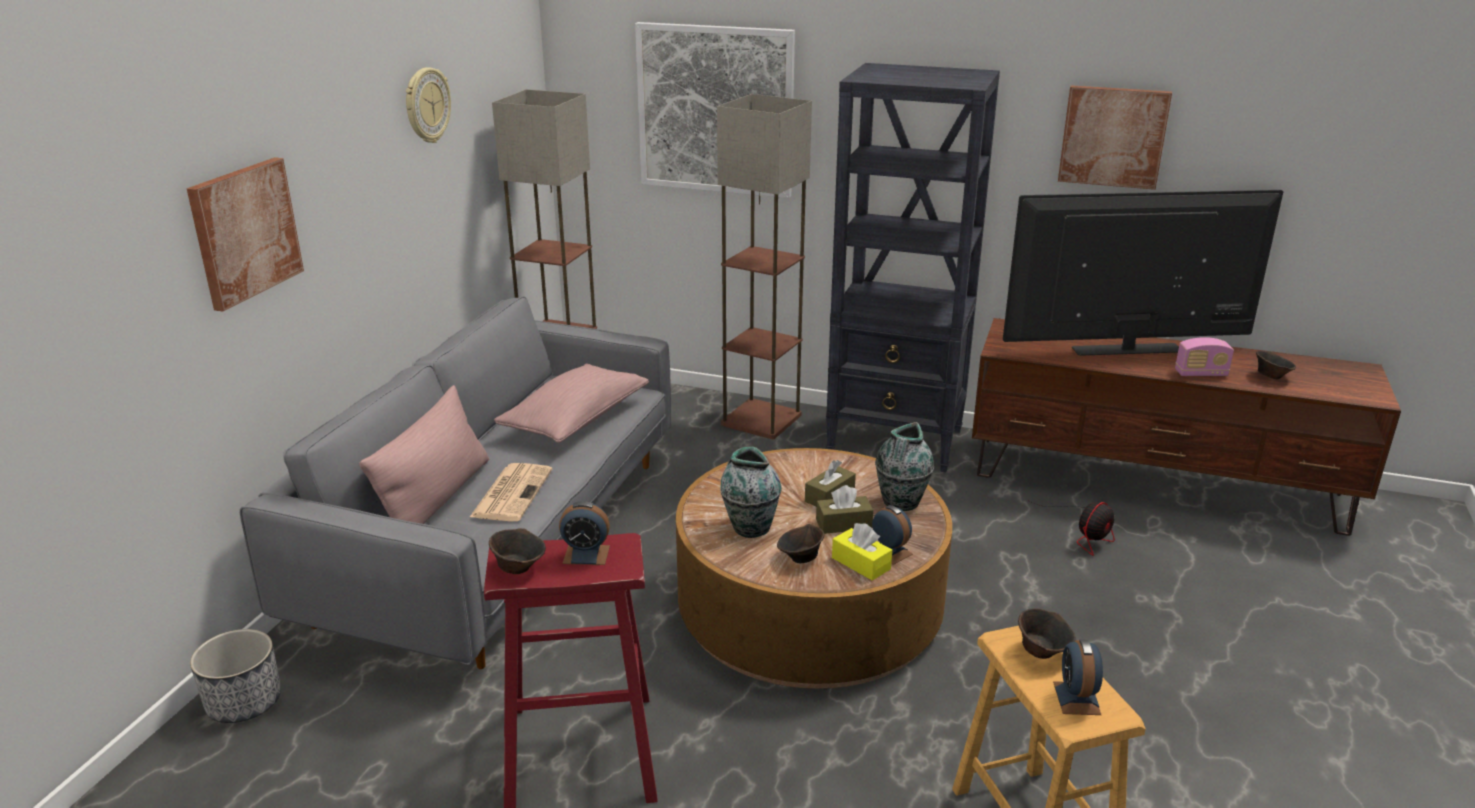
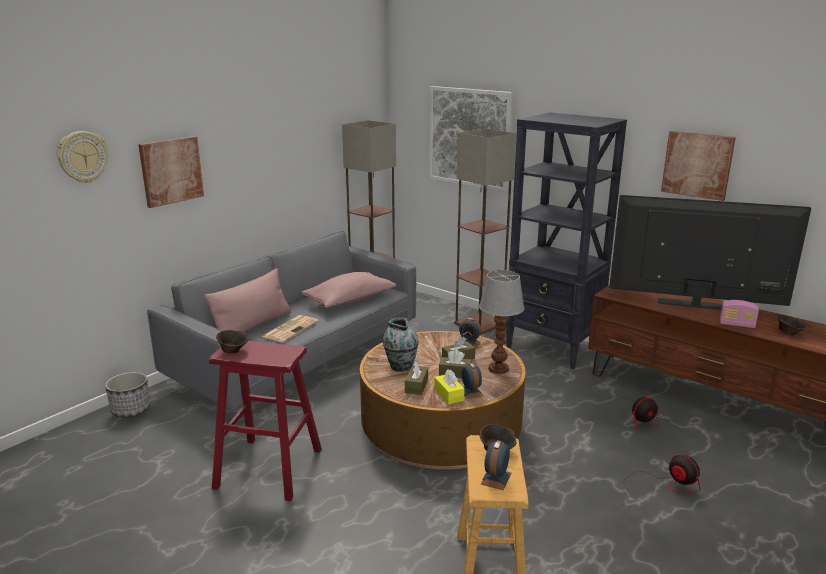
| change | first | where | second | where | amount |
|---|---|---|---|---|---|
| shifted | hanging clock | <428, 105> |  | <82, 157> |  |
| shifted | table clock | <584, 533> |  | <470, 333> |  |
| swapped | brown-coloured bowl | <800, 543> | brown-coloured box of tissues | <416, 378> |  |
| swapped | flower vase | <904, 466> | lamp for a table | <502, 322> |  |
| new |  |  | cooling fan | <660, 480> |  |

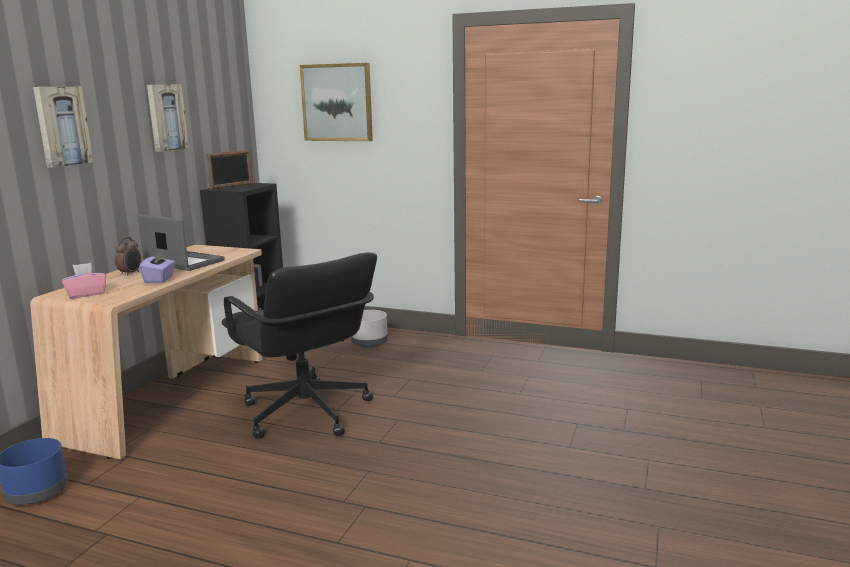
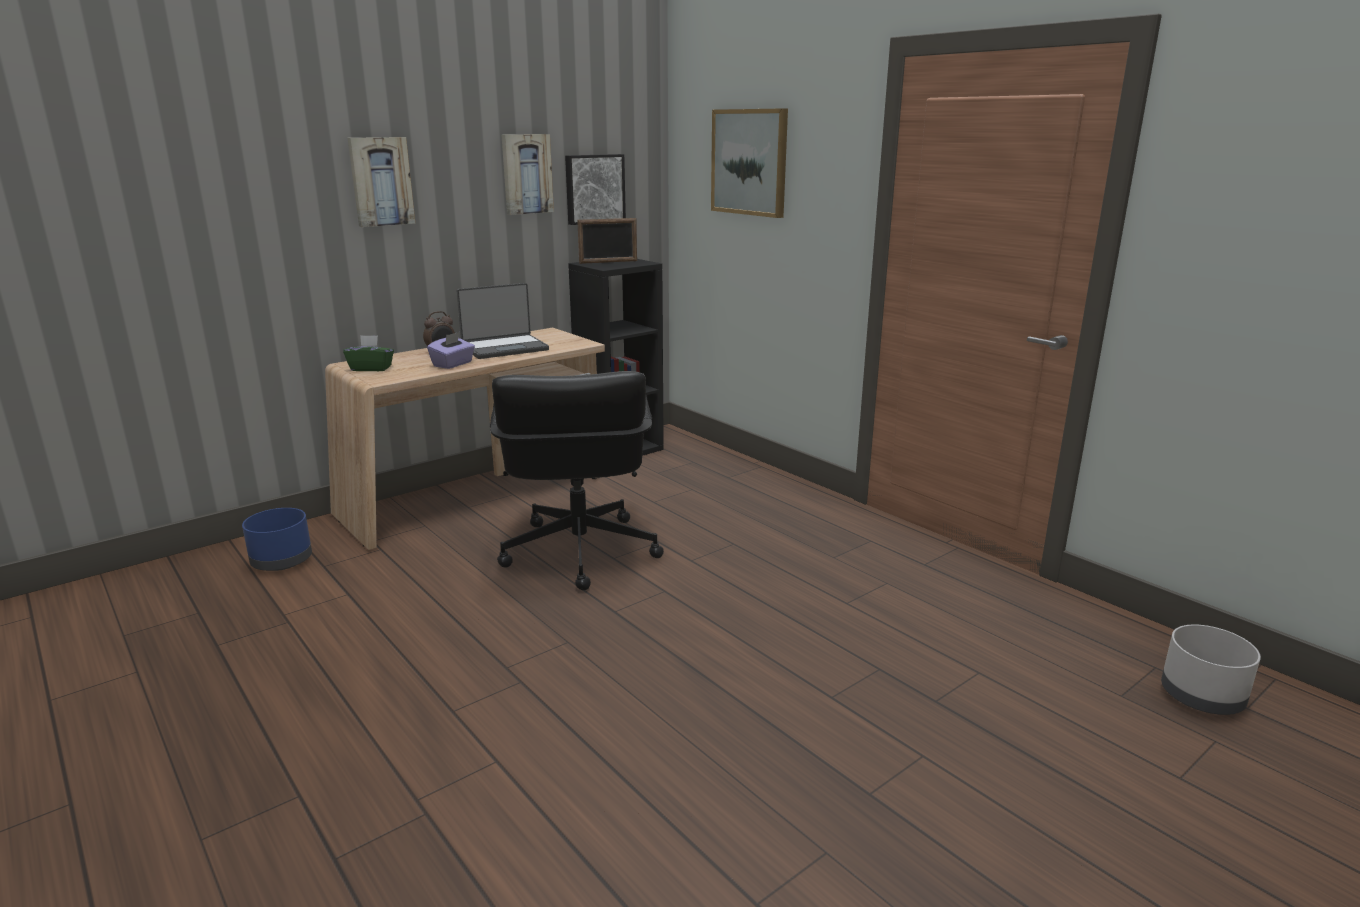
| change | first | where | second | where | amount |
|---|---|---|---|---|---|
| repainted | pink box of tissues | <84, 280> | greenish box of tissues | <368, 353> |  |
| rotated | portable computer | <181, 242> |  | <503, 321> | 90 degrees clockwise |
| shifted | grey plant pot | <369, 329> |  | <1211, 670> |  |
| new |  |  | wall picture | <595, 189> |  |

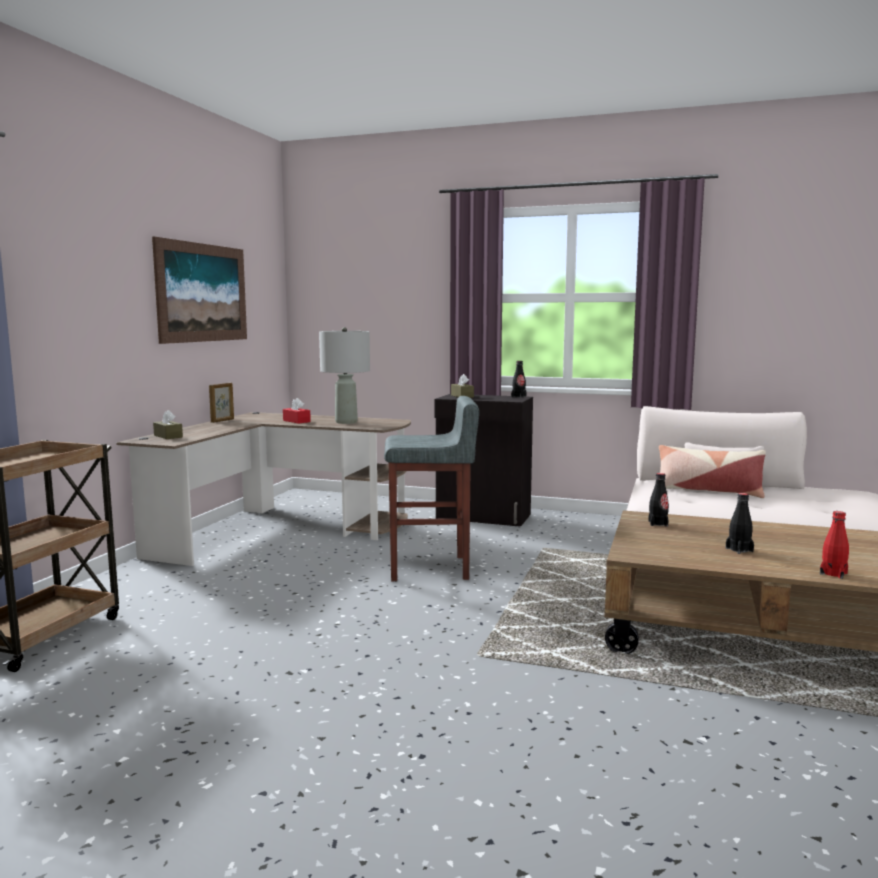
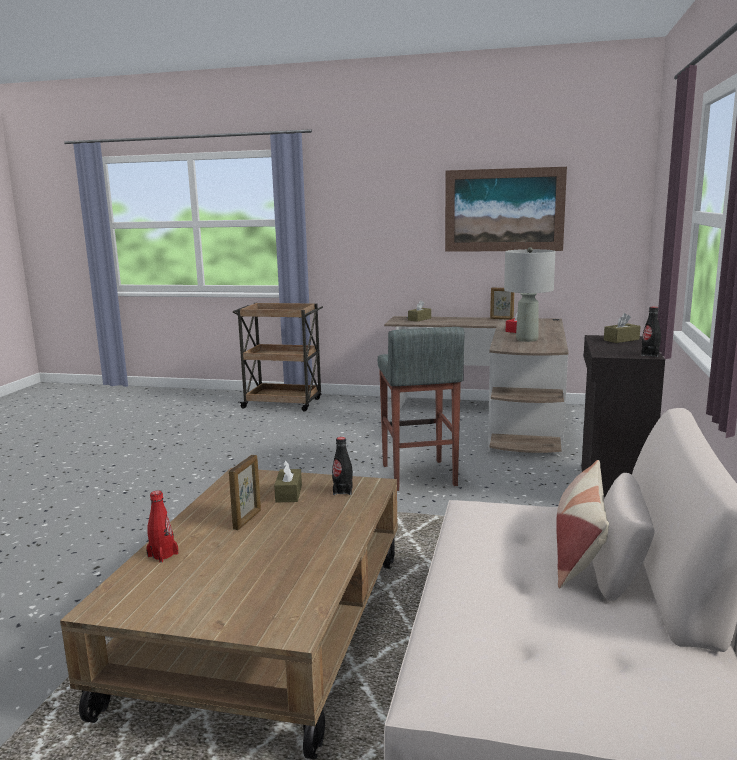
| change | first | where | second | where | amount |
|---|---|---|---|---|---|
| swapped | black-coloured beverage bottle | <740, 523> | picture frame | <245, 492> |  |
| new |  |  | brown-coloured box of tissues | <288, 481> |  |

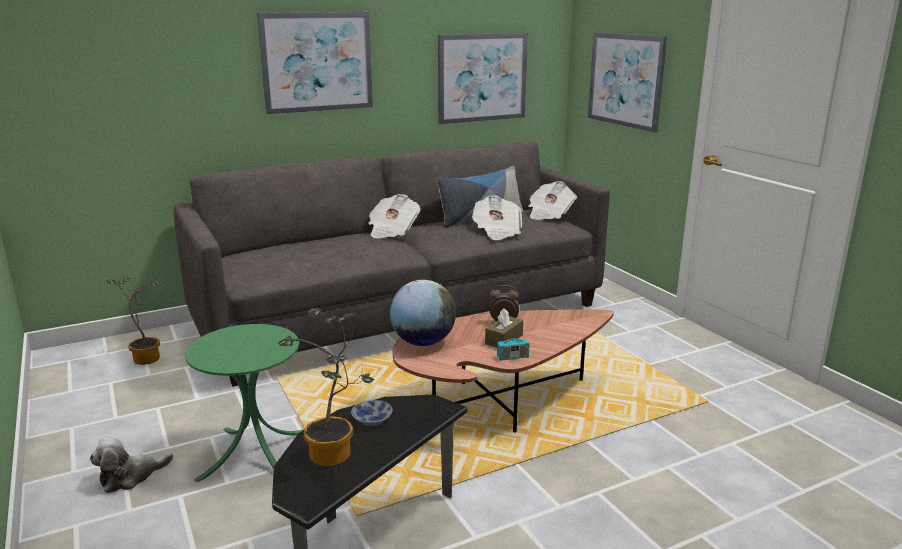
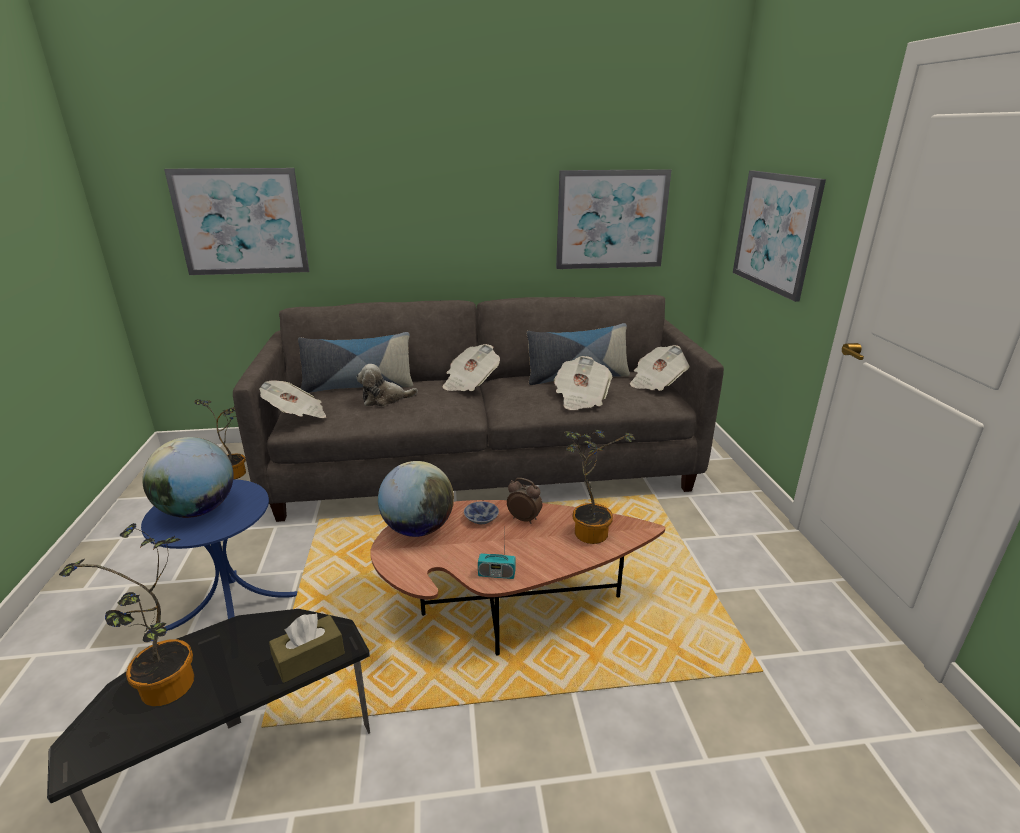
| change | first | where | second | where | amount |
|---|---|---|---|---|---|
| shifted | soft toy | <131, 465> |  | <387, 385> |  |
| repainted | greenish end table | <244, 403> | bluish end table | <219, 555> |  |
| shifted | wall picture | <315, 63> |  | <236, 221> |  |
| shifted | bowl | <371, 413> |  | <481, 512> |  |
| shifted | brown-coloured box of tissues | <504, 328> |  | <307, 648> |  |
| new |  |  | world globe | <188, 477> |  |
| new |  |  | newspaper | <292, 399> |  |
| new |  |  | throw pillow | <355, 362> |  |
| new |  |  | potted plant | <599, 486> |  |

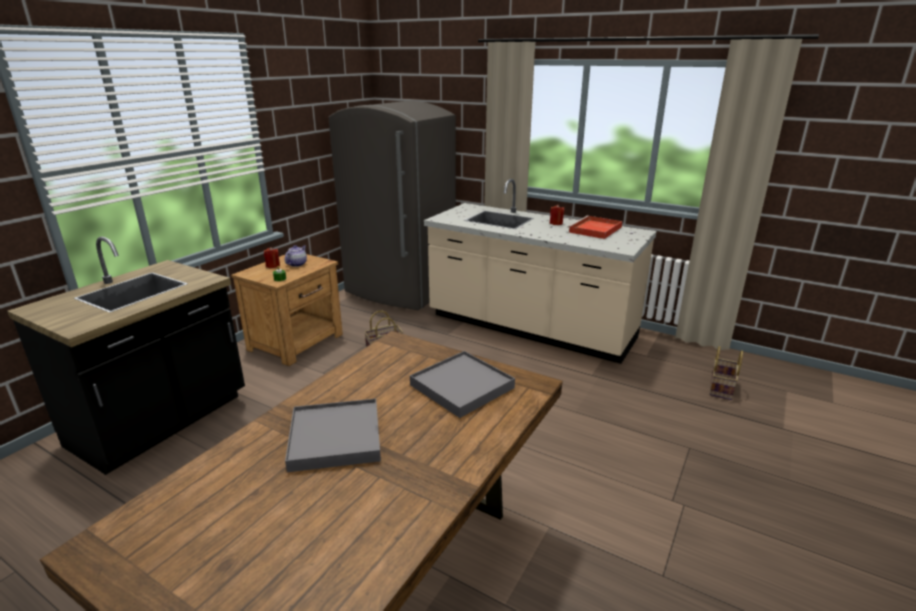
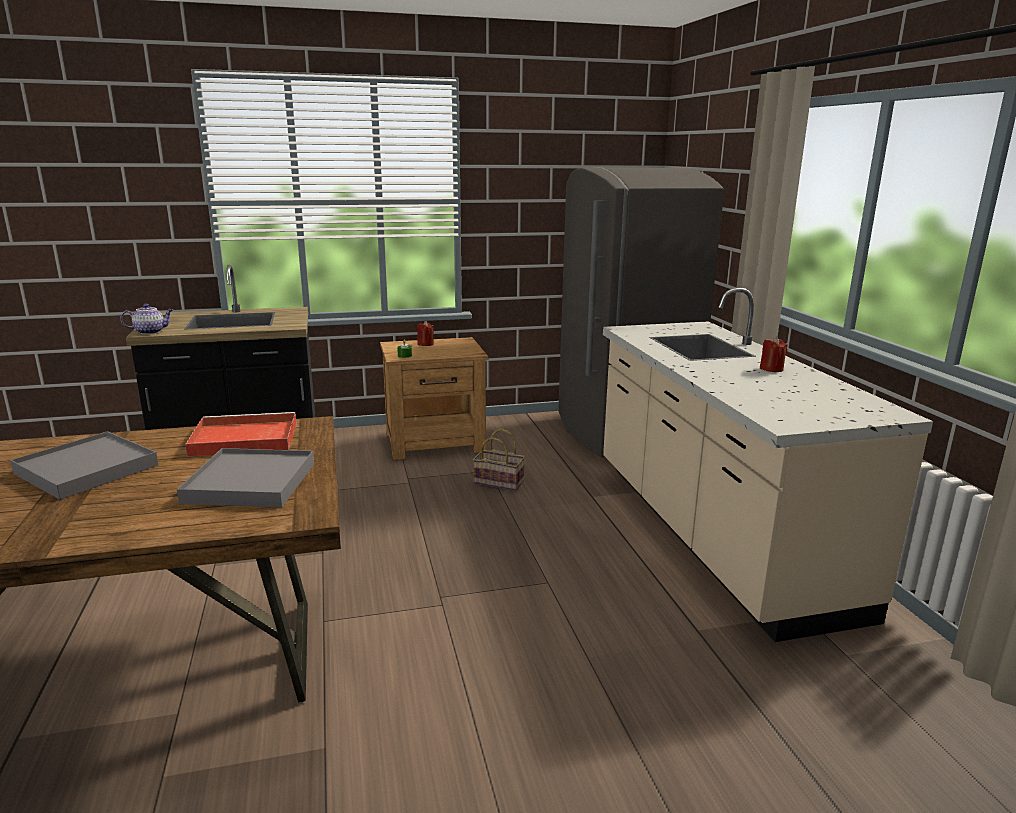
| change | first | where | second | where | amount |
|---|---|---|---|---|---|
| shifted | teapot | <296, 256> |  | <146, 319> |  |
| shifted | red tray | <595, 227> |  | <241, 434> |  |
| gone | household basket | <726, 373> |  |  |  |

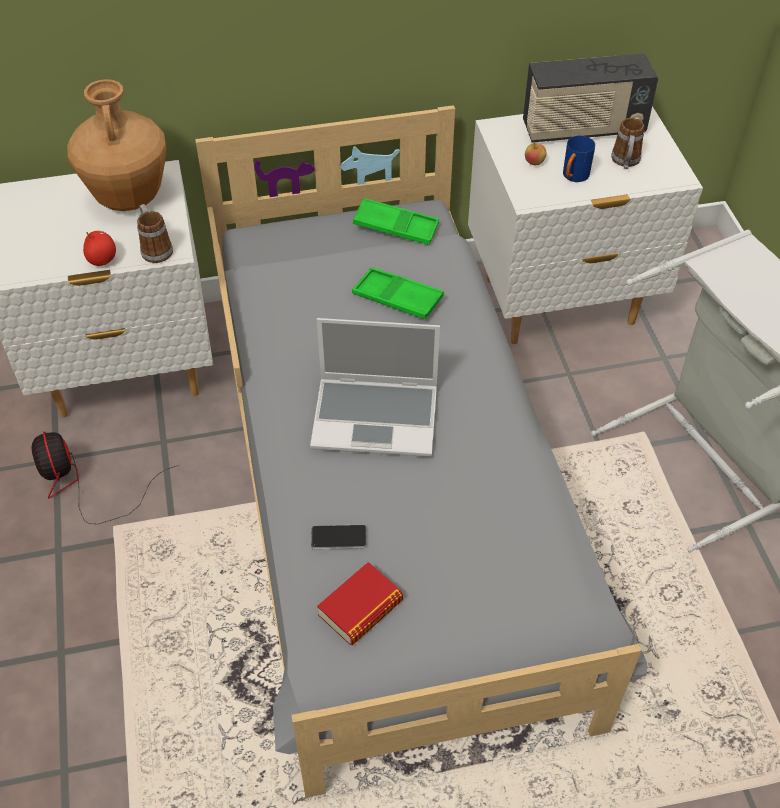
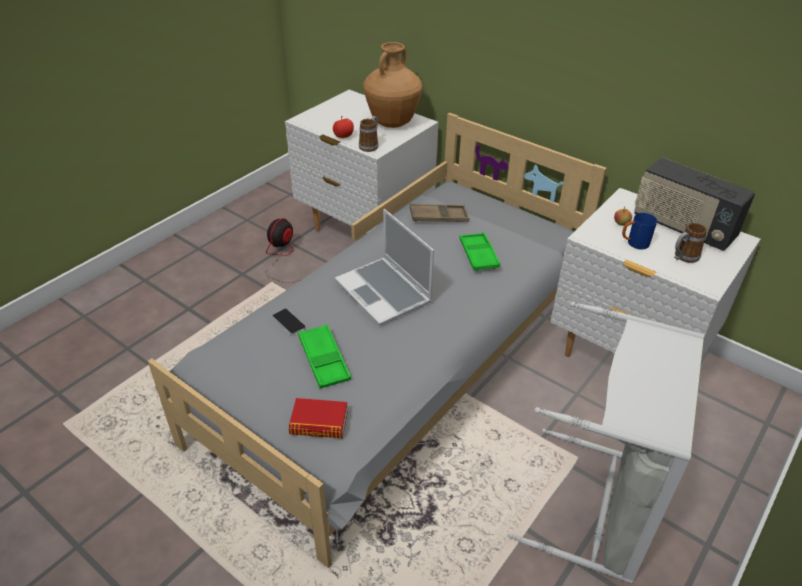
| change | first | where | second | where | amount |
|---|---|---|---|---|---|
| shifted | volume | <360, 604> |  | <318, 418> |  |
| shifted | greenish tray | <396, 221> |  | <324, 357> |  |
| new |  |  | brown-coloured tray | <439, 213> |  |

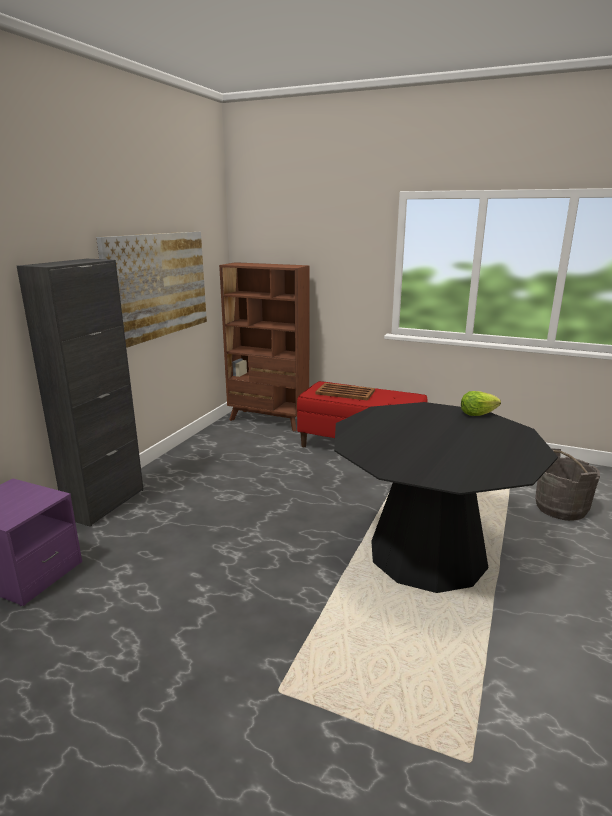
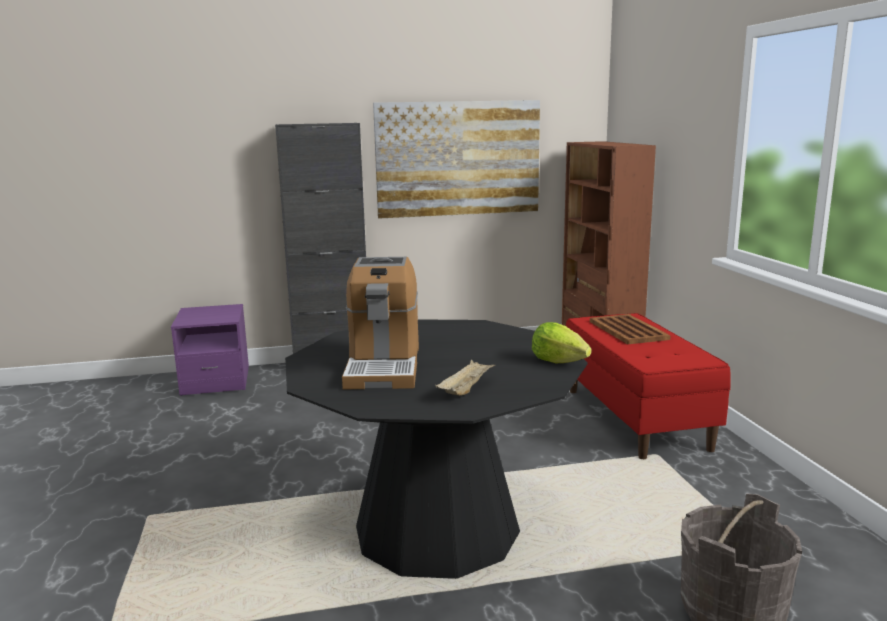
| change | first | where | second | where | amount |
|---|---|---|---|---|---|
| new |  |  | coffee machine | <380, 323> |  |
| new |  |  | sand-coloured tray | <465, 378> |  |

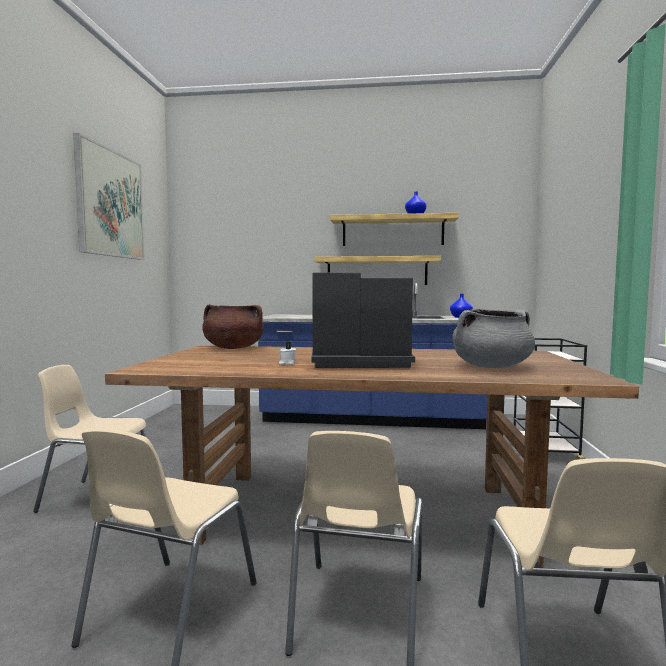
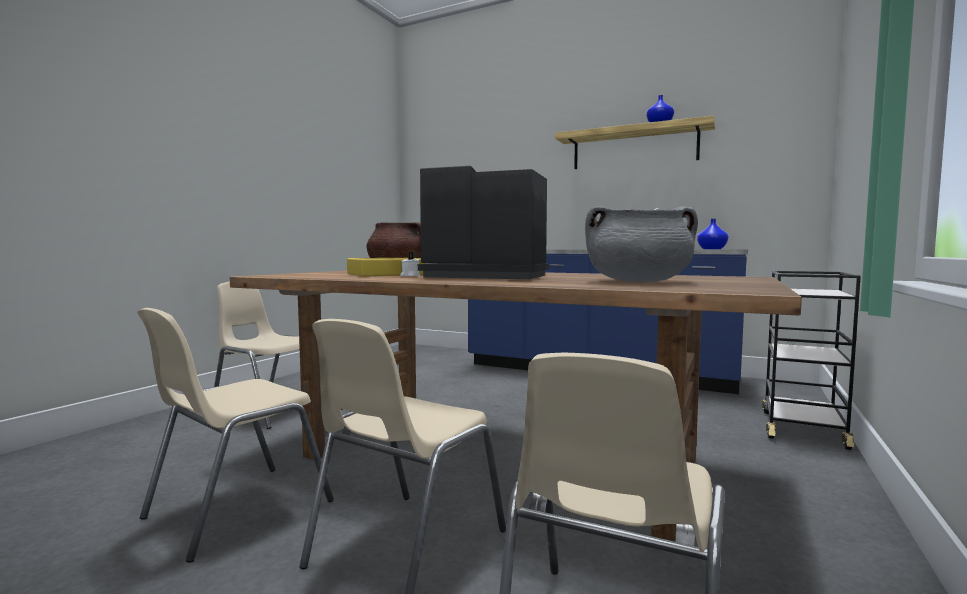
| change | first | where | second | where | amount |
|---|---|---|---|---|---|
| gone | wall picture | <109, 196> |  |  |  |
| gone | shelf | <377, 270> |  |  |  |
| new |  |  | yellow tray | <386, 267> |  |

